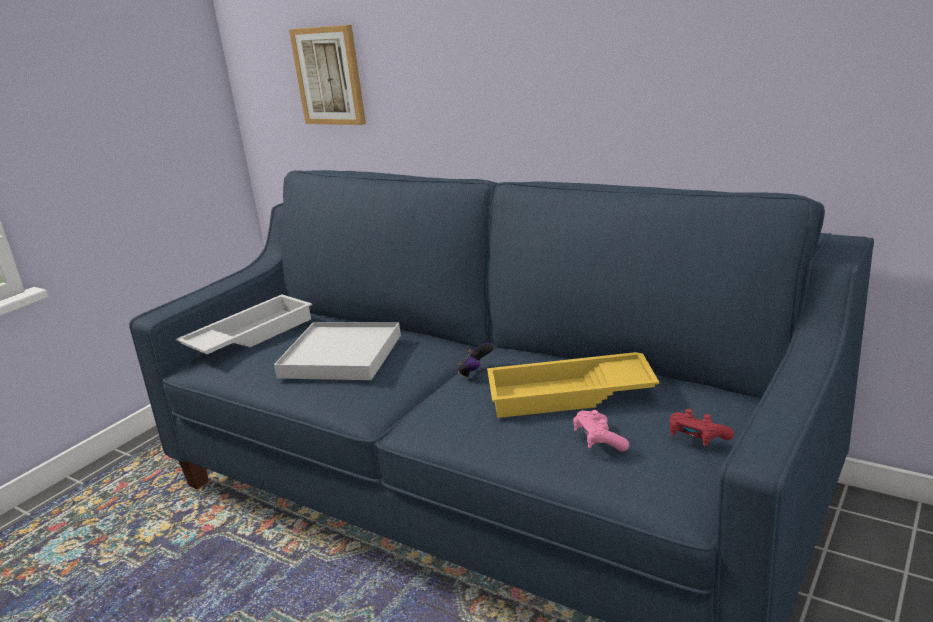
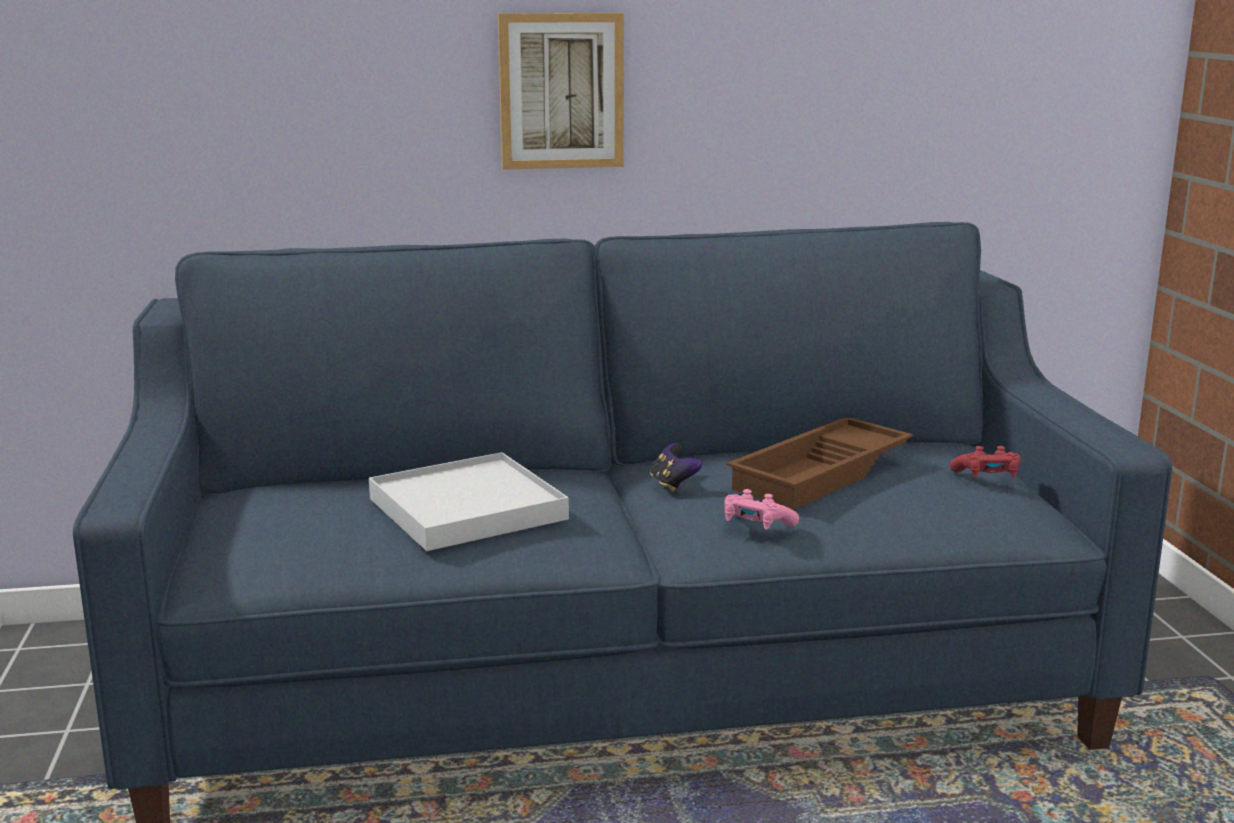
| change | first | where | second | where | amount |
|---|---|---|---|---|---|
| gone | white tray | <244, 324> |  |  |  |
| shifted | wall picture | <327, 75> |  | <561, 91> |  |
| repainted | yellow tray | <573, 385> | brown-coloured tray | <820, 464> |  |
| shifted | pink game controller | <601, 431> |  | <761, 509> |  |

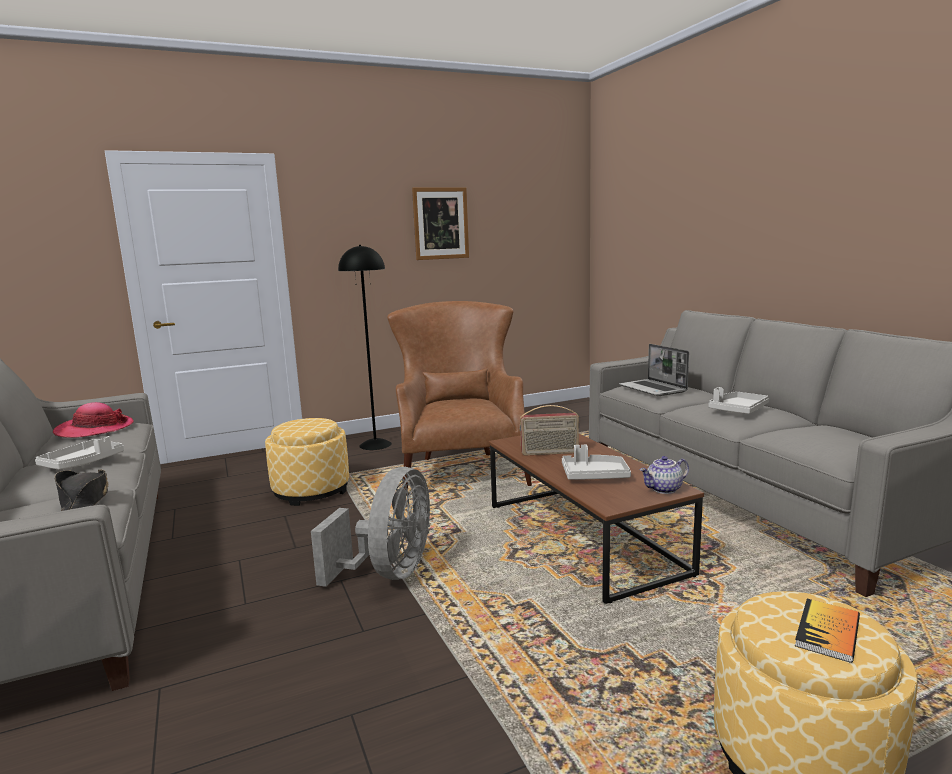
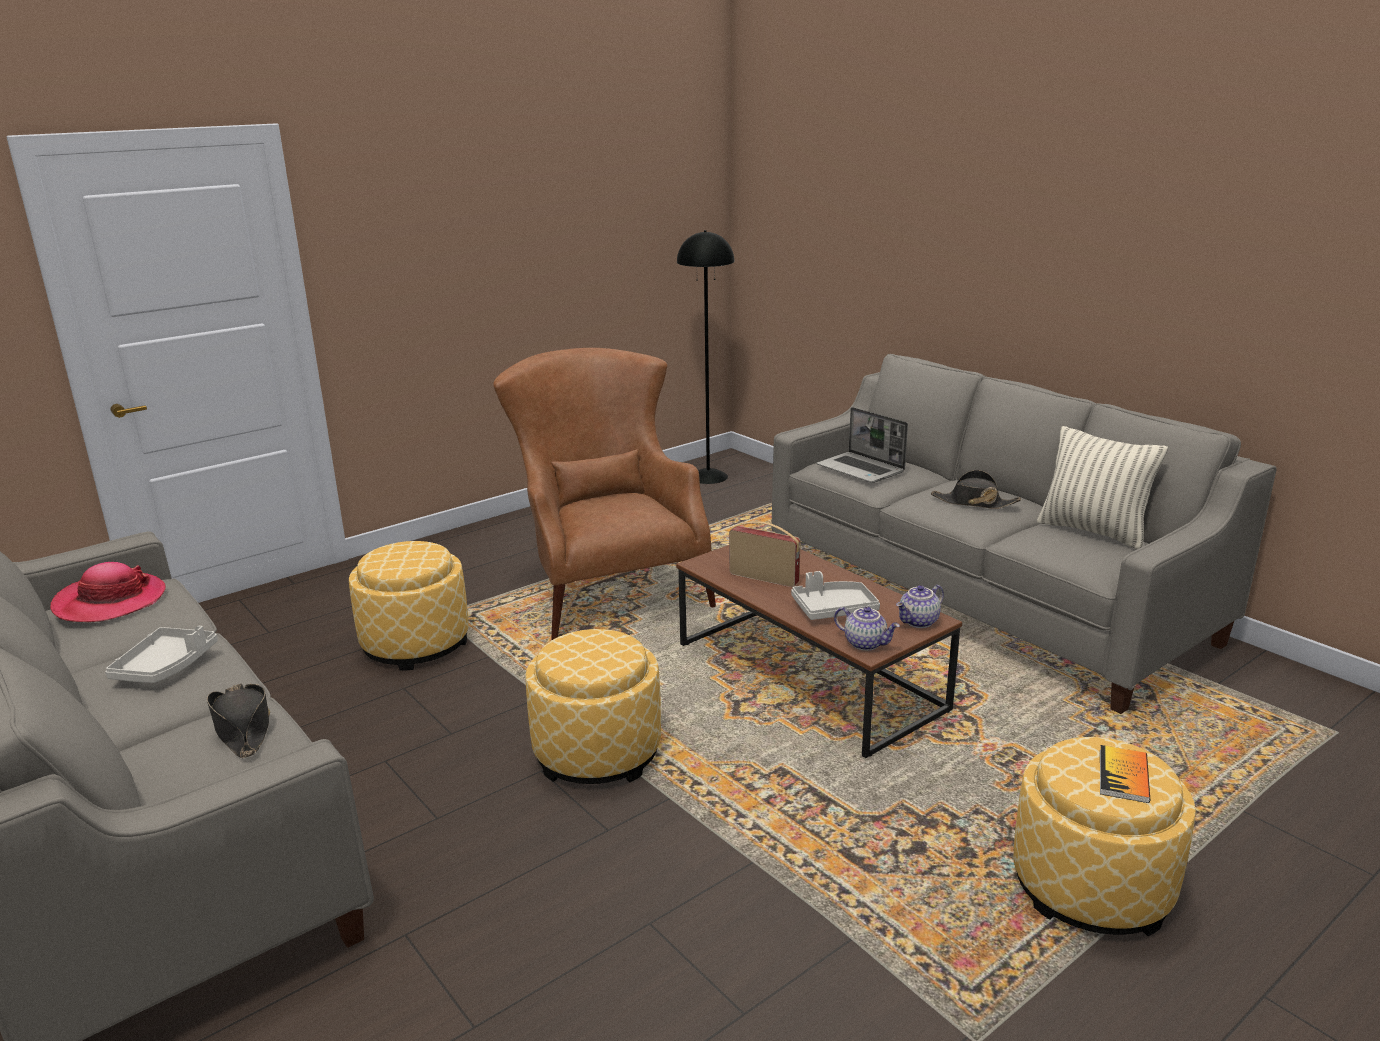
| change | first | where | second | where | amount |
|---|---|---|---|---|---|
| swapped | grey cooling fan | <370, 527> | footrest | <593, 706> |  |
| shifted | black-coloured floor lamp | <365, 347> |  | <705, 357> |  |
| gone | wall picture | <440, 223> |  |  |  |
| rotated | radio set | <549, 430> |  | <765, 554> | 135 degrees counterclockwise |
| swapped | grey tray | <738, 400> | black-coloured hat | <976, 489> |  |
| new |  |  | teapot | <867, 629> |  |
| new |  |  | throw pillow | <1102, 487> |  |

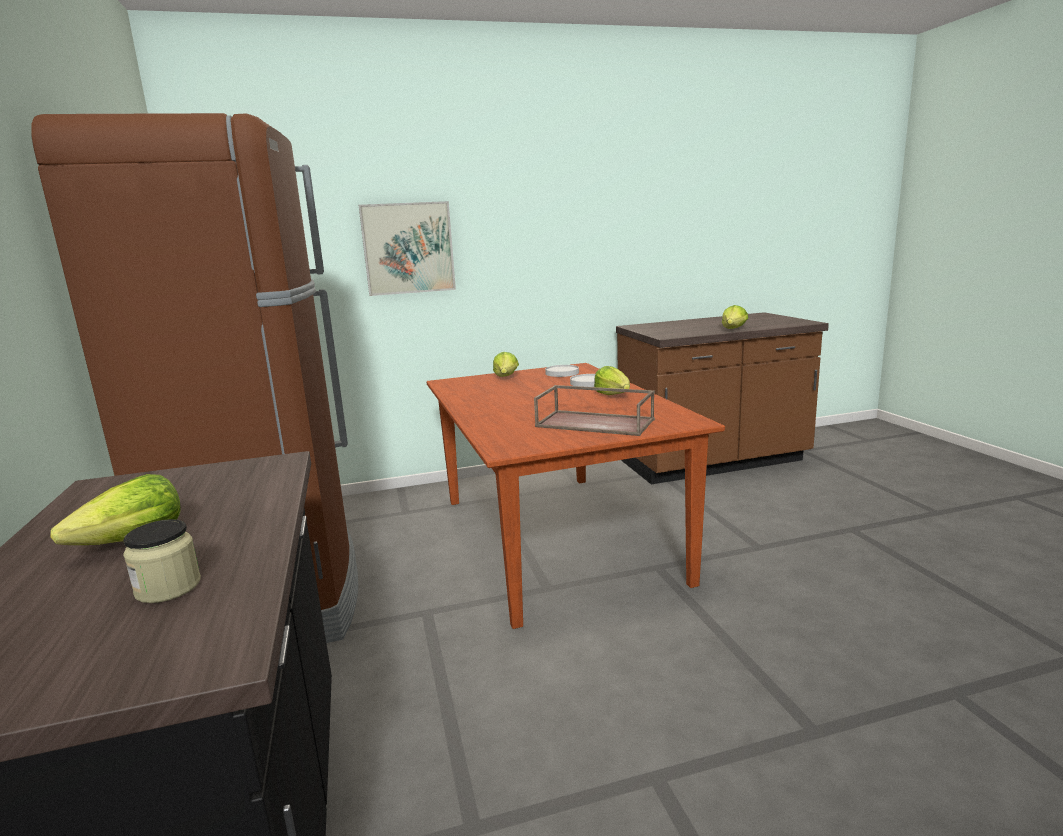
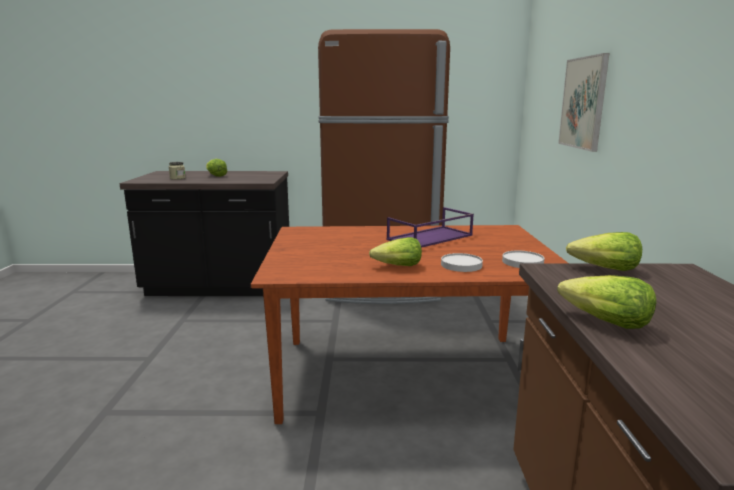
| change | first | where | second | where | amount |
|---|---|---|---|---|---|
| shifted | lettuce head | <506, 364> |  | <604, 251> |  |
| gone | brown-coloured tray | <594, 410> |  |  |  |
| new |  |  | purplish tray | <430, 227> |  |

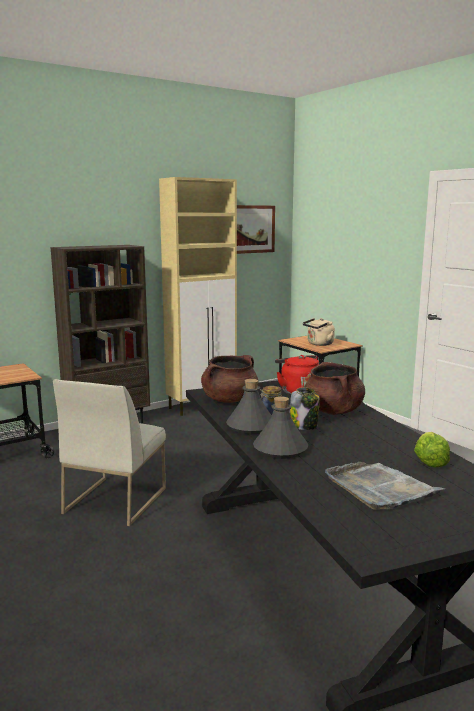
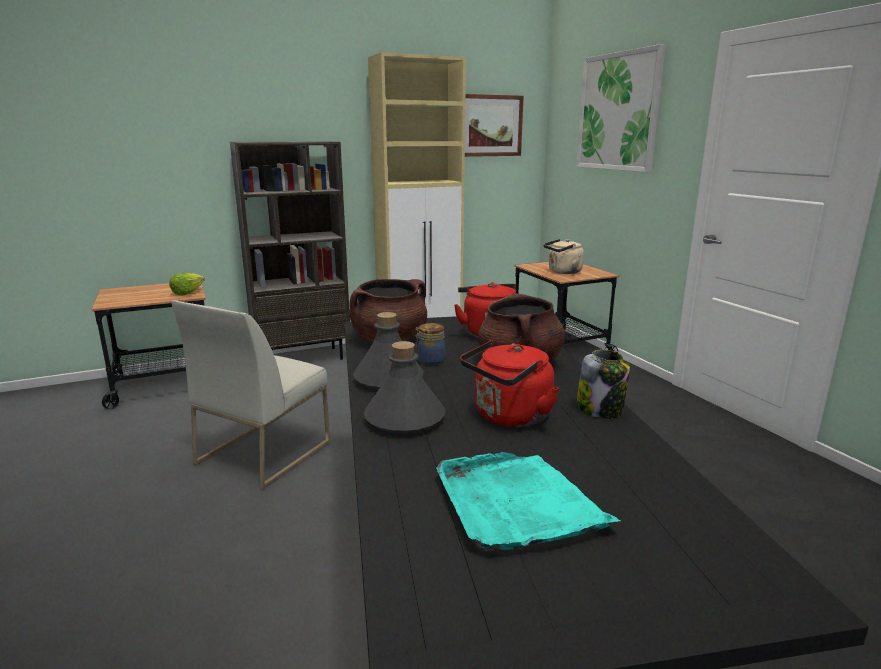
| change | first | where | second | where | amount |
|---|---|---|---|---|---|
| shifted | preserve jar | <304, 408> |  | <603, 384> |  |
| repainted | grey tray | <384, 486> | turquoise-coloured tray | <528, 501> |  |
| shifted | lettuce head | <432, 449> |  | <187, 284> |  |
| new |  |  | red kettle | <510, 383> |  |
| new |  |  | wall picture | <621, 108> |  |

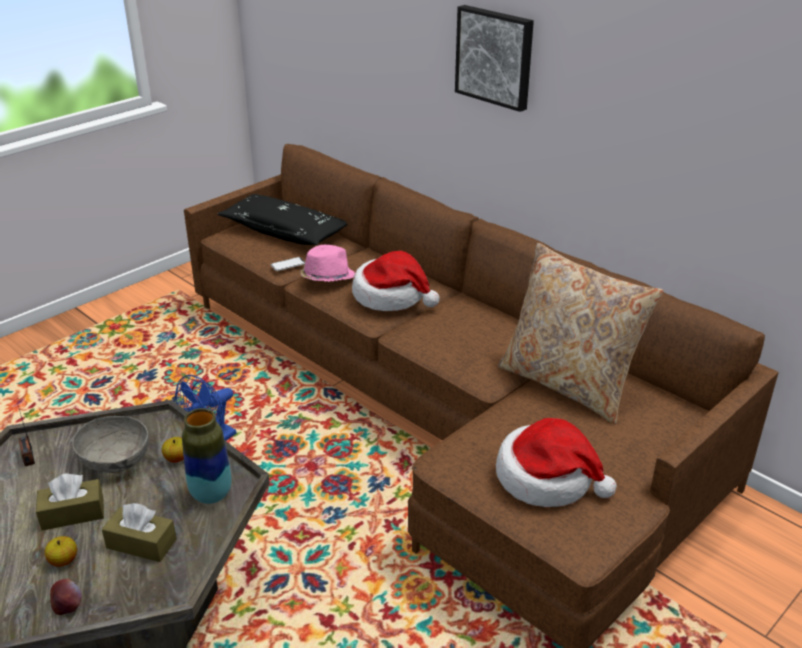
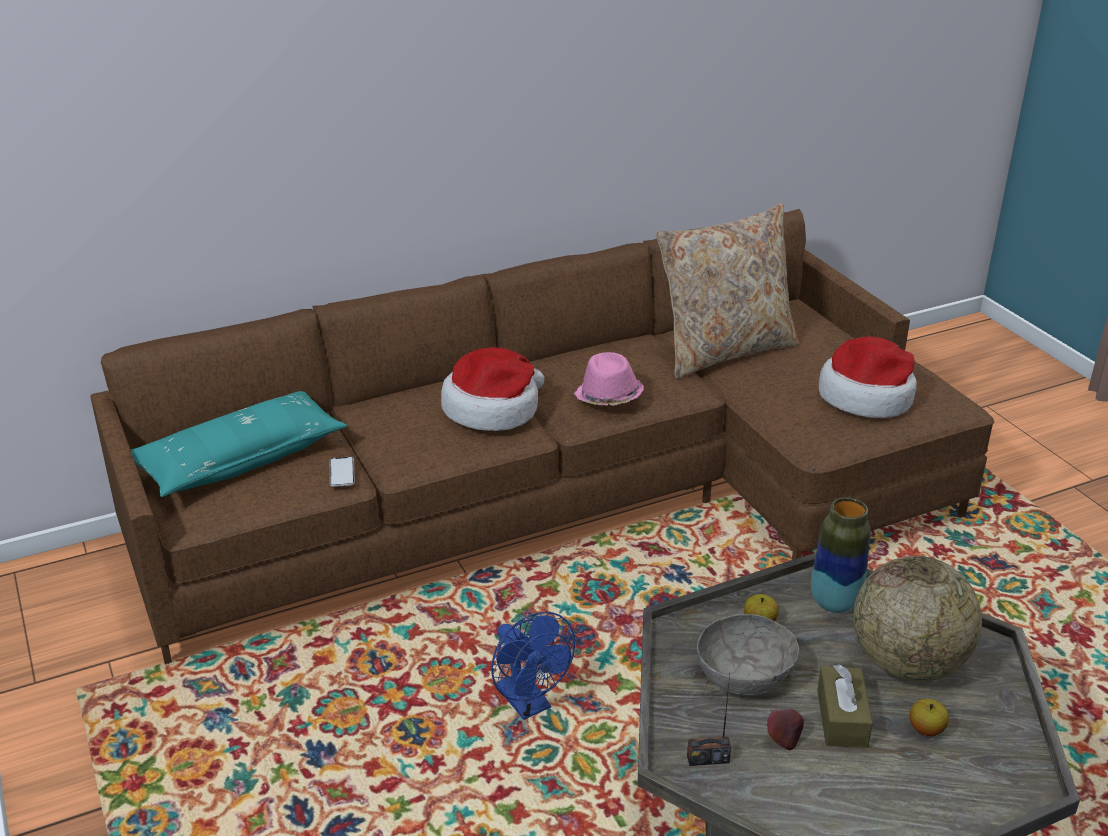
| change | first | where | second | where | amount |
|---|---|---|---|---|---|
| shifted | apple | <66, 596> |  | <785, 729> |  |
| swapped | brown-coloured box of tissues | <139, 532> | world globe | <917, 618> |  |
| repainted | black-coloured throw pillow | <282, 219> | turquoise-coloured throw pillow | <239, 444> |  |
| shifted | pink hat | <327, 263> |  | <609, 379> |  |
| gone | wall picture | <494, 58> |  |  |  |

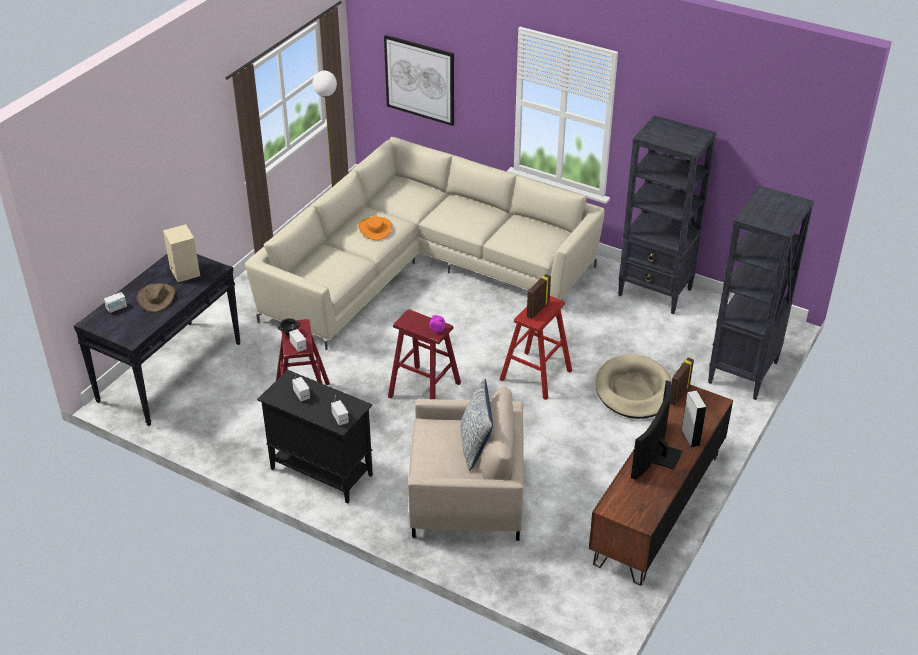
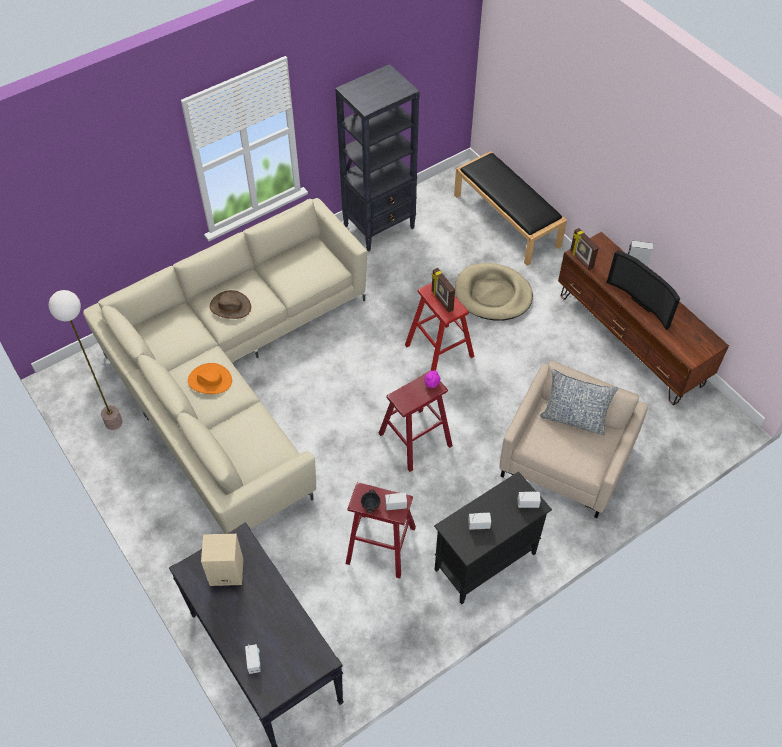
| change | first | where | second | where | amount |
|---|---|---|---|---|---|
| shifted | brown-coloured hat | <156, 297> |  | <230, 304> |  |
| gone | wall picture | <419, 80> |  |  |  |
| swapped | black-coloured shelving unit | <761, 292> | black-coloured bench | <510, 208> |  |

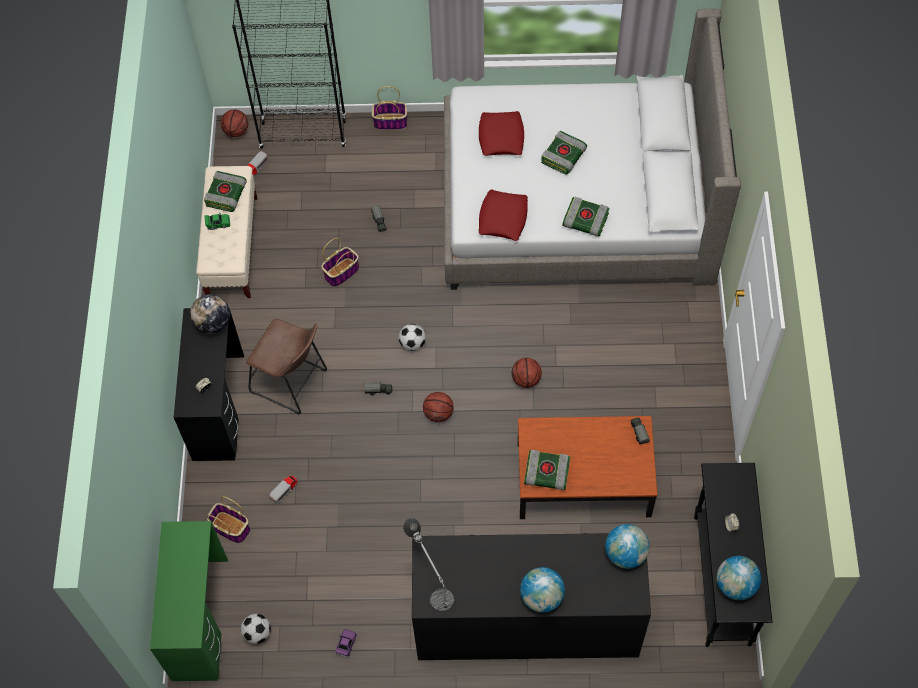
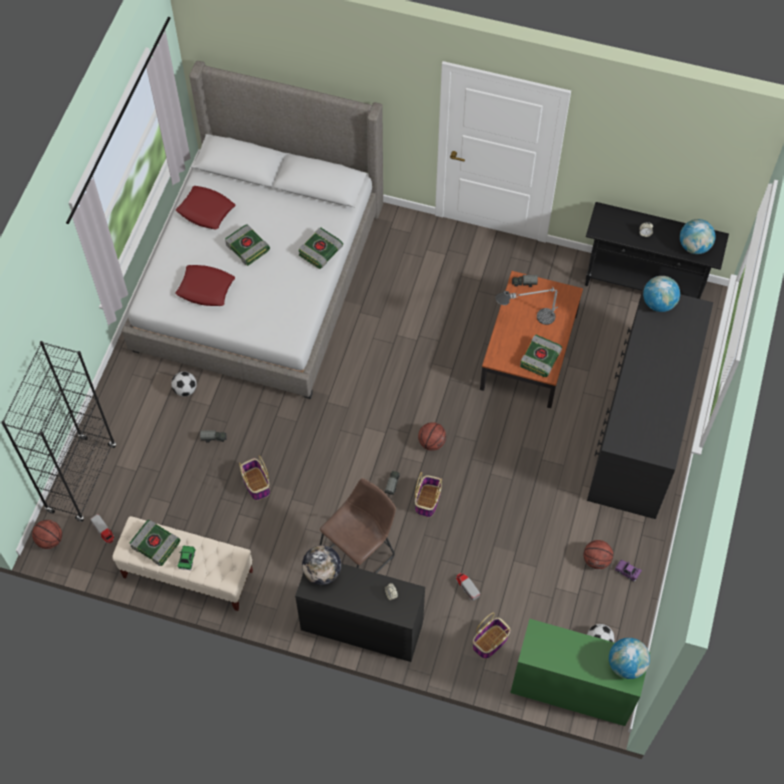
| change | first | where | second | where | amount |
|---|---|---|---|---|---|
| shifted | household basket | <389, 108> |  | <428, 494> |  |
| shifted | football | <412, 337> |  | <184, 384> |  |
| shifted | lamp for a table | <428, 565> |  | <527, 306> |  |
| shifted | red throw pillow | <503, 215> |  | <205, 207> |  |
| shifted | ball for basketball | <527, 373> |  | <598, 554> |  |
| shifted | world globe | <542, 590> |  | <629, 658> |  |

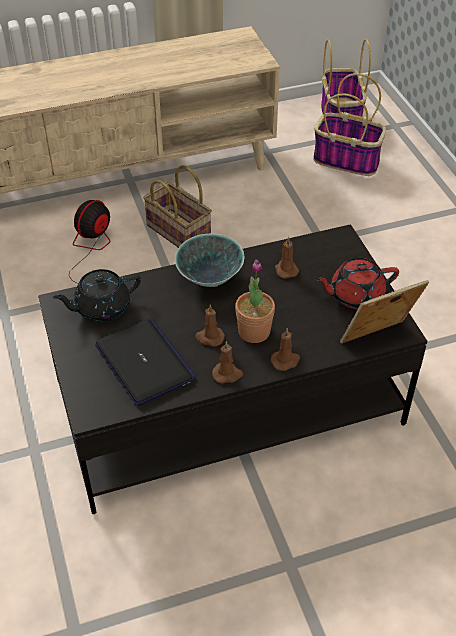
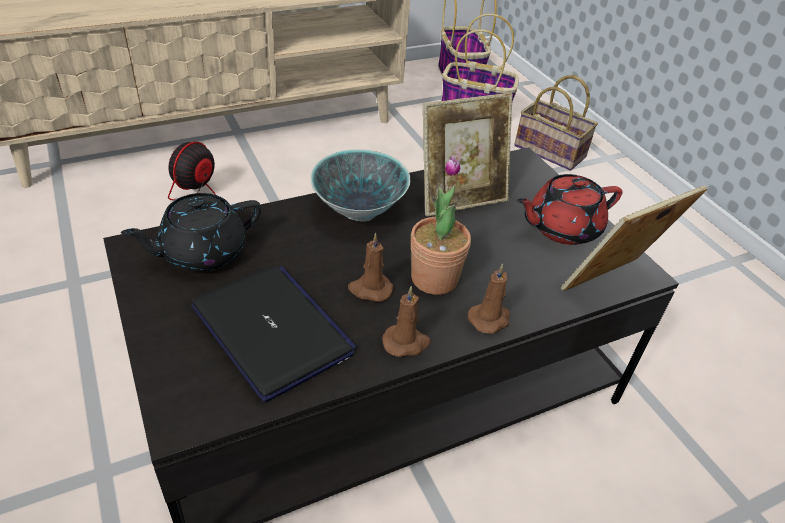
| change | first | where | second | where | amount |
|---|---|---|---|---|---|
| shifted | household basket | <177, 206> |  | <556, 123> |  |
| swapped | brown-coloured wax candle | <287, 257> | picture frame | <468, 155> |  |

